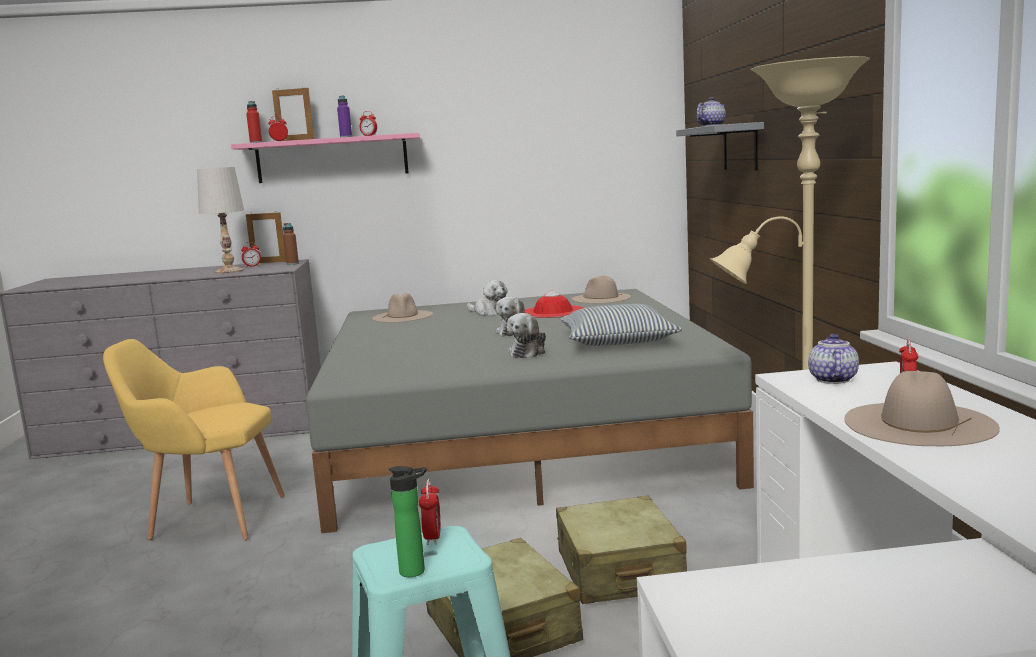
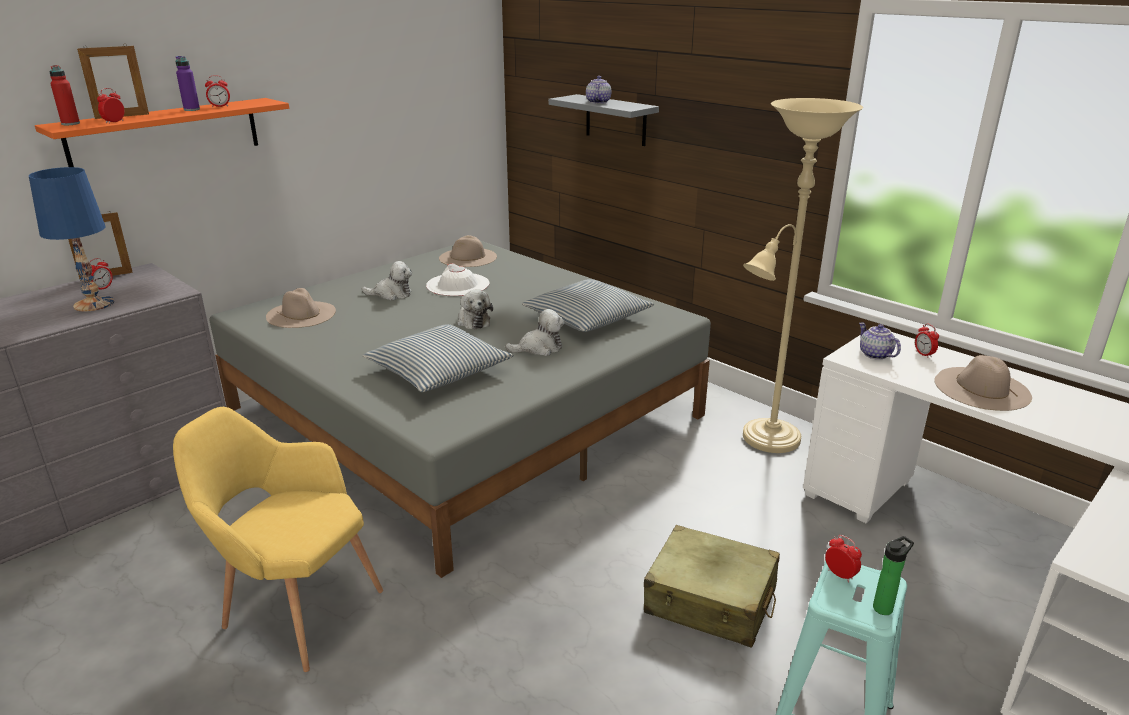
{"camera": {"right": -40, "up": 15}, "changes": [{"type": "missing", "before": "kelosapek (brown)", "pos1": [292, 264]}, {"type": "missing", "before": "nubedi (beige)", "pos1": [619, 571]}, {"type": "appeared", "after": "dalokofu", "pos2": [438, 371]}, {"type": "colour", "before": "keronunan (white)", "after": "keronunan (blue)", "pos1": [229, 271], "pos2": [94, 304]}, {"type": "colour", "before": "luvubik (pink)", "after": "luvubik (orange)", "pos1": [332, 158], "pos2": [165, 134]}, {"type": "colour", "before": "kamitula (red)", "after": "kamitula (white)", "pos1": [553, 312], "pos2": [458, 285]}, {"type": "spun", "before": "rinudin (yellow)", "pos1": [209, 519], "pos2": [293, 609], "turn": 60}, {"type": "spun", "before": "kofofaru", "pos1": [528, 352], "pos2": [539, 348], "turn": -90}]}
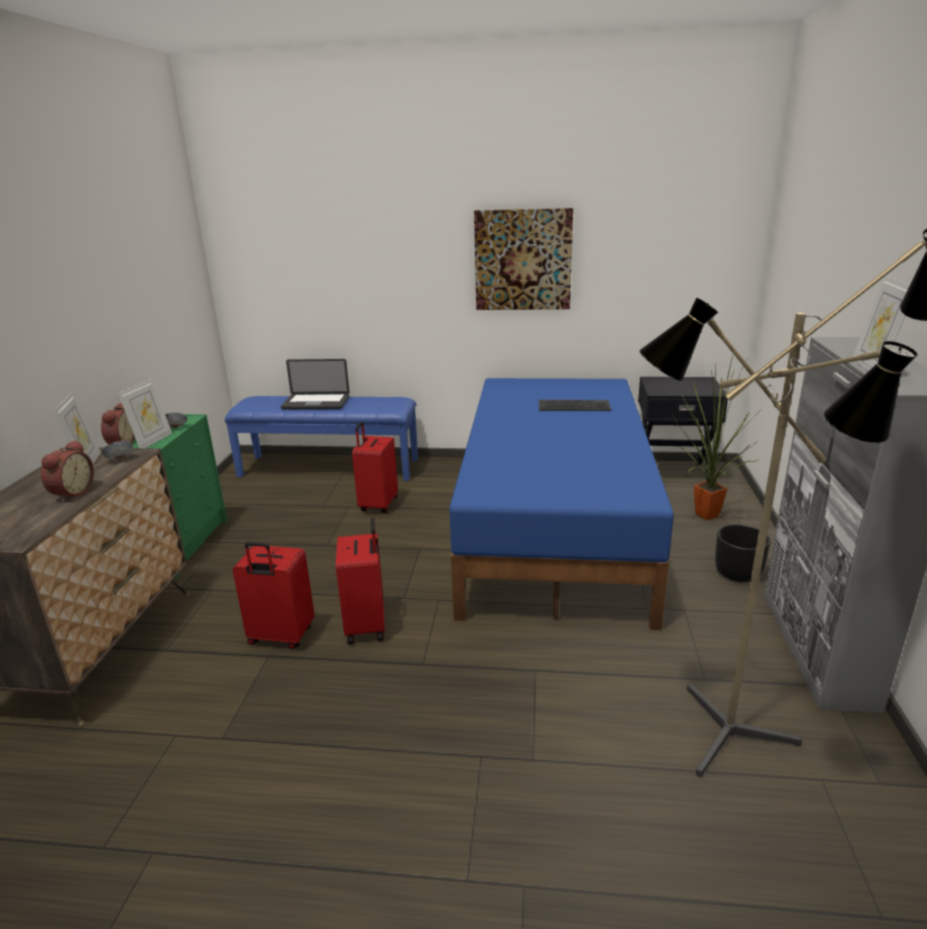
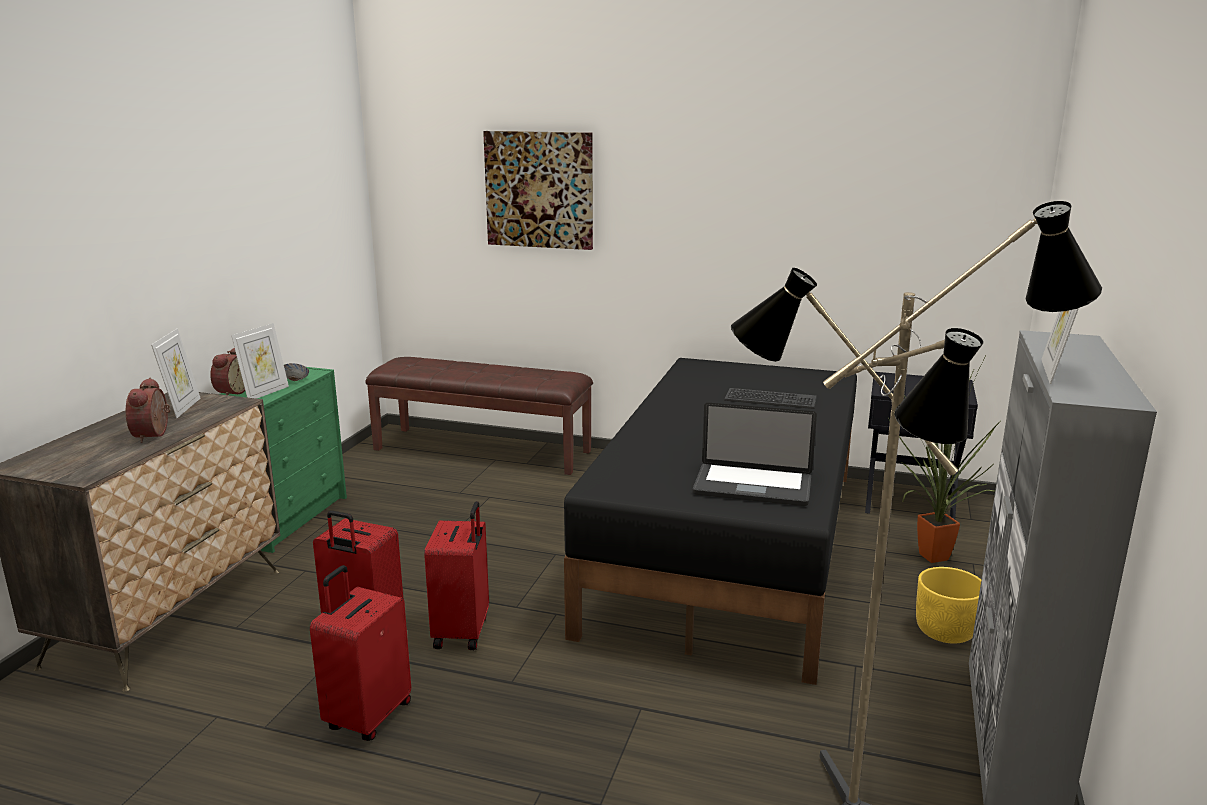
{"camera": {"right": 10, "up": -5}, "changes": [{"type": "missing", "before": "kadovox", "pos1": [120, 459]}, {"type": "relocated", "before": "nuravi", "pos1": [316, 403], "pos2": [752, 487]}, {"type": "relocated", "before": "nubedi (red)", "pos1": [377, 505], "pos2": [367, 716]}, {"type": "relocated", "before": "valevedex", "pos1": [523, 260], "pos2": [539, 189]}, {"type": "colour", "before": "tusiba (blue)", "after": "tusiba (brown)", "pos1": [329, 467], "pos2": [483, 450]}, {"type": "colour", "before": "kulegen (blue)", "after": "kulegen (black)", "pos1": [555, 524], "pos2": [731, 545]}, {"type": "colour", "before": "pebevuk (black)", "after": "pebevuk (yellow)", "pos1": [737, 573], "pos2": [945, 631]}, {"type": "spun", "before": "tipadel", "pos1": [71, 493], "pos2": [154, 435], "turn": 150}]}
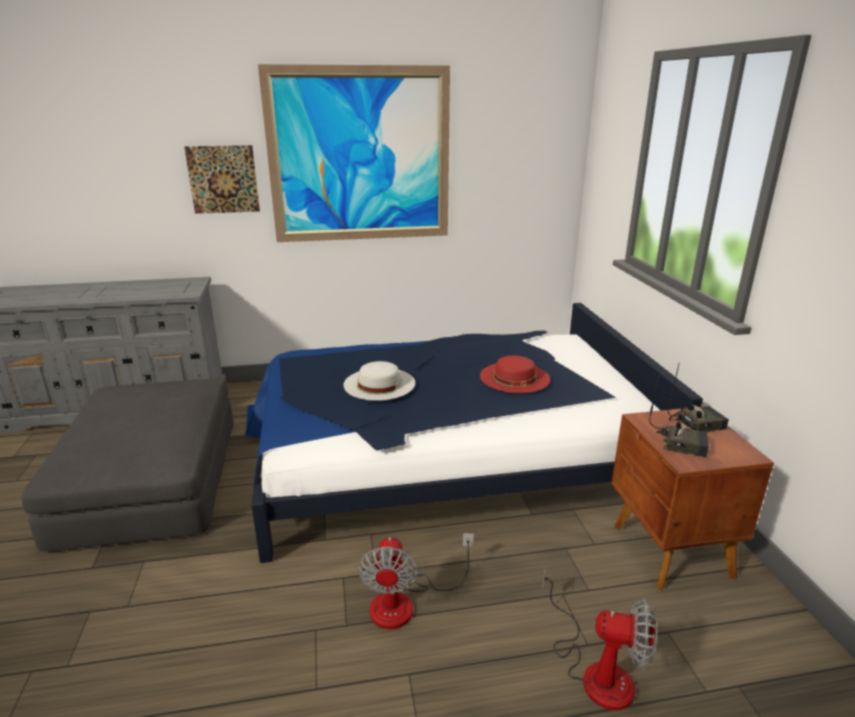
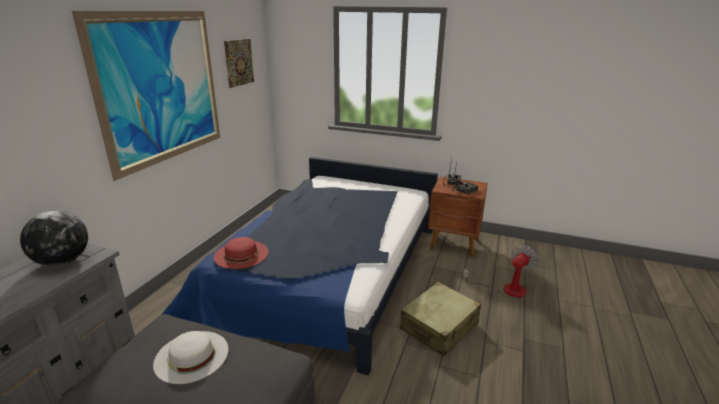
{"camera": {"right": -60, "up": 0}, "changes": [{"type": "appeared", "after": "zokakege", "pos2": [62, 261]}, {"type": "relocated", "before": "valevedex", "pos1": [223, 179], "pos2": [239, 62]}, {"type": "relocated", "before": "kamitula (white)", "pos1": [379, 383], "pos2": [191, 356]}, {"type": "relocated", "before": "kamitula (red)", "pos1": [514, 377], "pos2": [241, 254]}, {"type": "exchanged", "before": "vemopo", "after": "nubedi (beige)", "pos1": [405, 603], "pos2": [439, 327]}]}
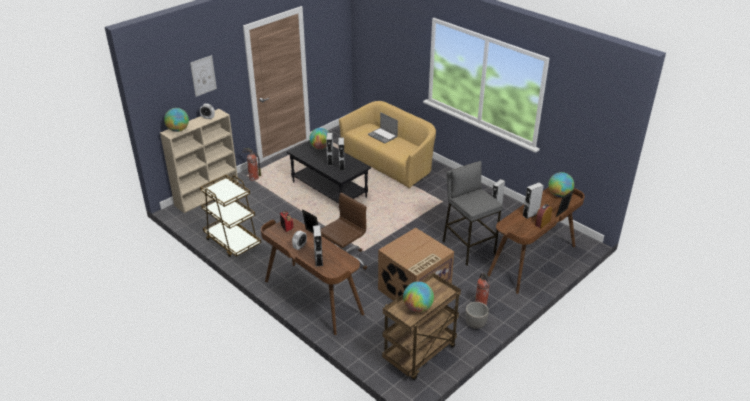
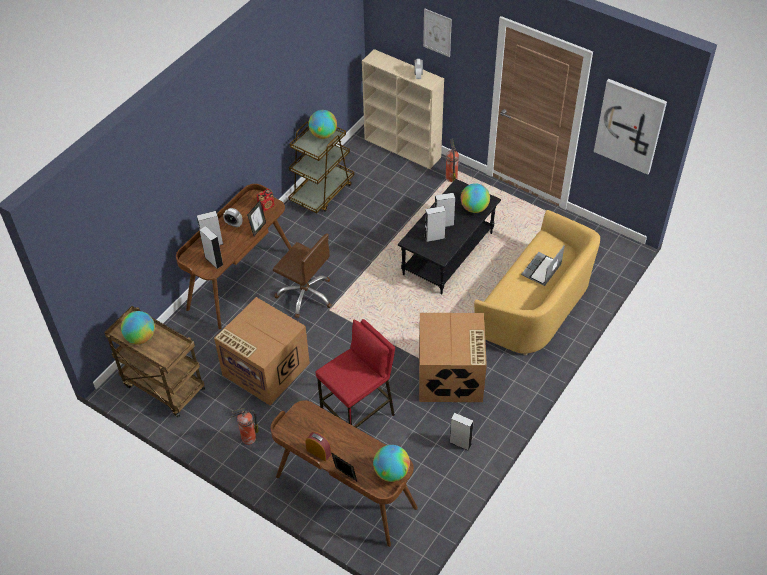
{"camera": {"right": 80, "up": 15}, "changes": [{"type": "missing", "before": "pebevuk", "pos1": [475, 325]}, {"type": "appeared", "after": "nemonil", "pos2": [451, 376]}, {"type": "appeared", "after": "valevedex", "pos2": [629, 126]}, {"type": "relocated", "before": "zokakege", "pos1": [178, 130], "pos2": [323, 134]}, {"type": "relocated", "before": "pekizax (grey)", "pos1": [530, 214], "pos2": [214, 261]}, {"type": "colour", "before": "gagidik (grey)", "after": "gagidik (red)", "pos1": [468, 247], "pos2": [359, 417]}]}
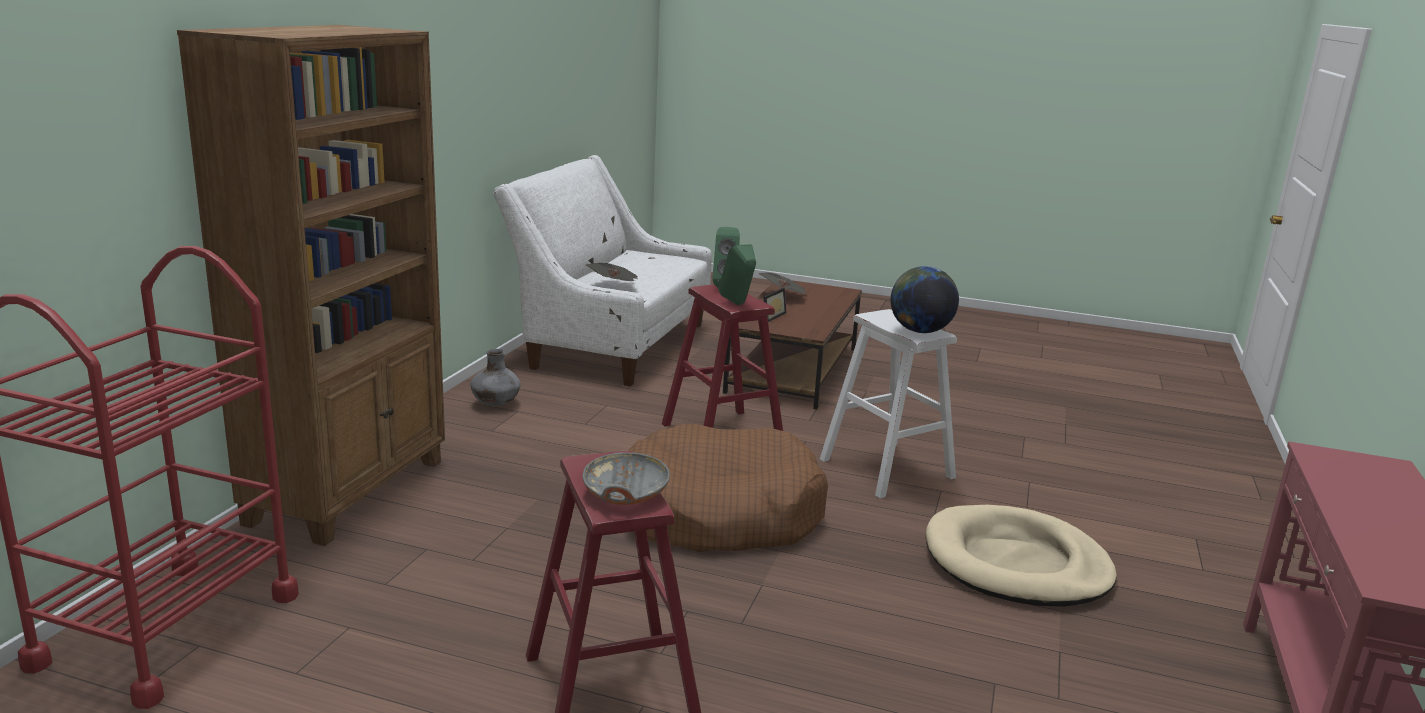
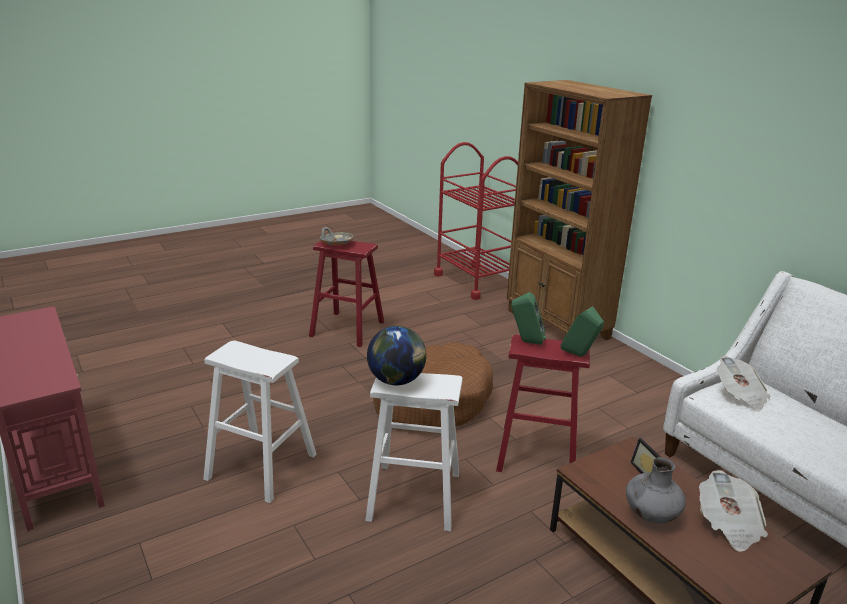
{"camera": {"right": 130, "up": 5}, "changes": [{"type": "relocated", "before": "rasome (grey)", "pos1": [496, 404], "pos2": [650, 514]}, {"type": "exchanged", "before": "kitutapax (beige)", "after": "gagidik (white)", "pos1": [1016, 563], "pos2": [261, 466]}]}
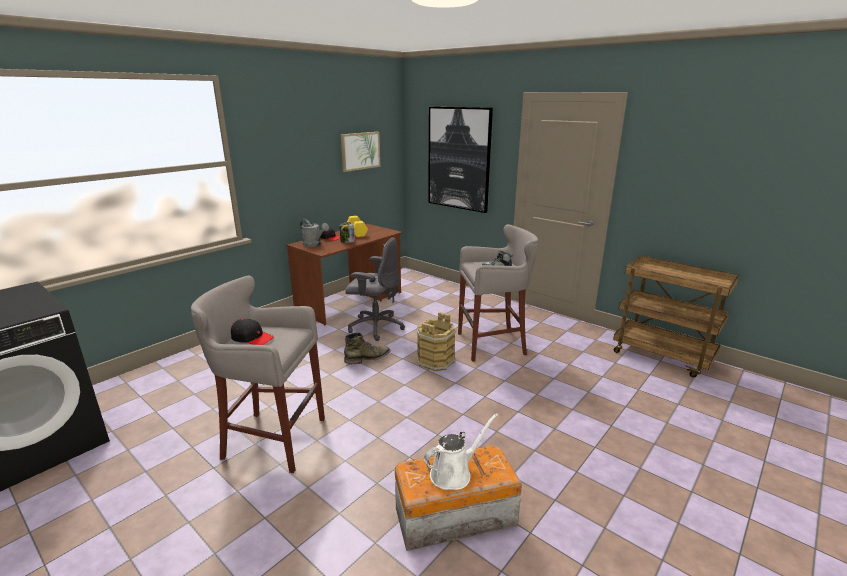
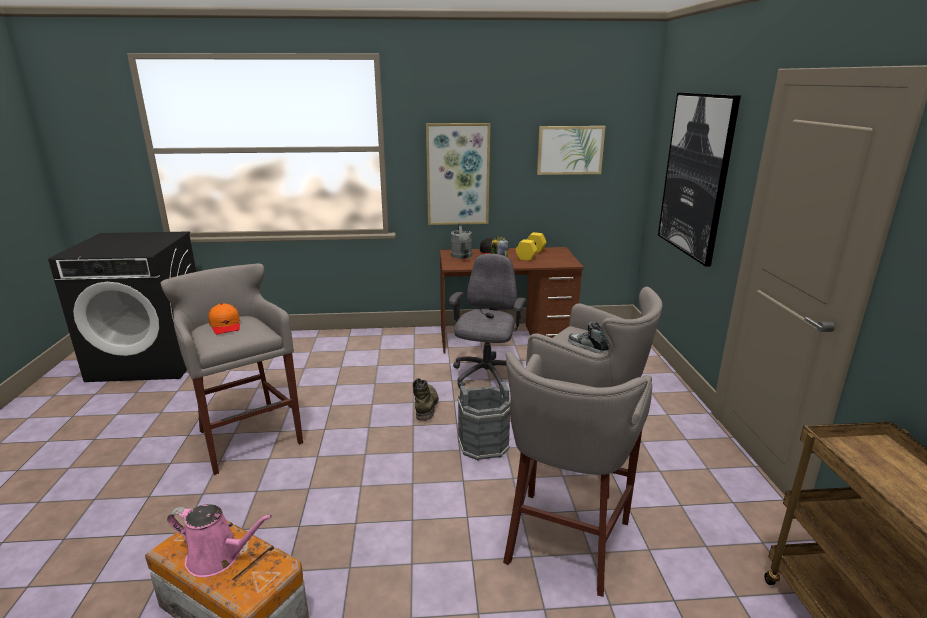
{"camera": {"right": 45, "up": 0}, "changes": [{"type": "appeared", "after": "valevedex", "pos2": [458, 174]}, {"type": "appeared", "after": "gagidik (grey)", "pos2": [564, 543]}, {"type": "colour", "before": "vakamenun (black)", "after": "vakamenun (orange)", "pos1": [252, 338], "pos2": [225, 325]}, {"type": "colour", "before": "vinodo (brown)", "after": "vinodo (grey)", "pos1": [436, 361], "pos2": [483, 445]}, {"type": "colour", "before": "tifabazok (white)", "after": "tifabazok (pink)", "pos1": [454, 473], "pos2": [218, 557]}, {"type": "spun", "before": "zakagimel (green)", "pos1": [368, 358], "pos2": [426, 405], "turn": -105}, {"type": "spun", "before": "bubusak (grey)", "pos1": [375, 327], "pos2": [486, 376], "turn": -135}]}
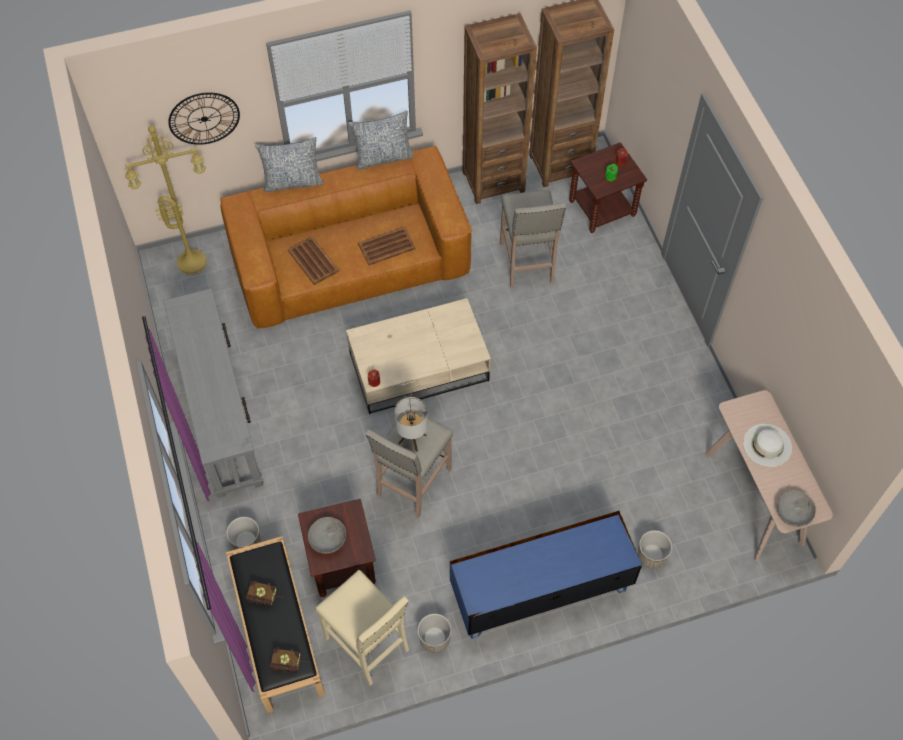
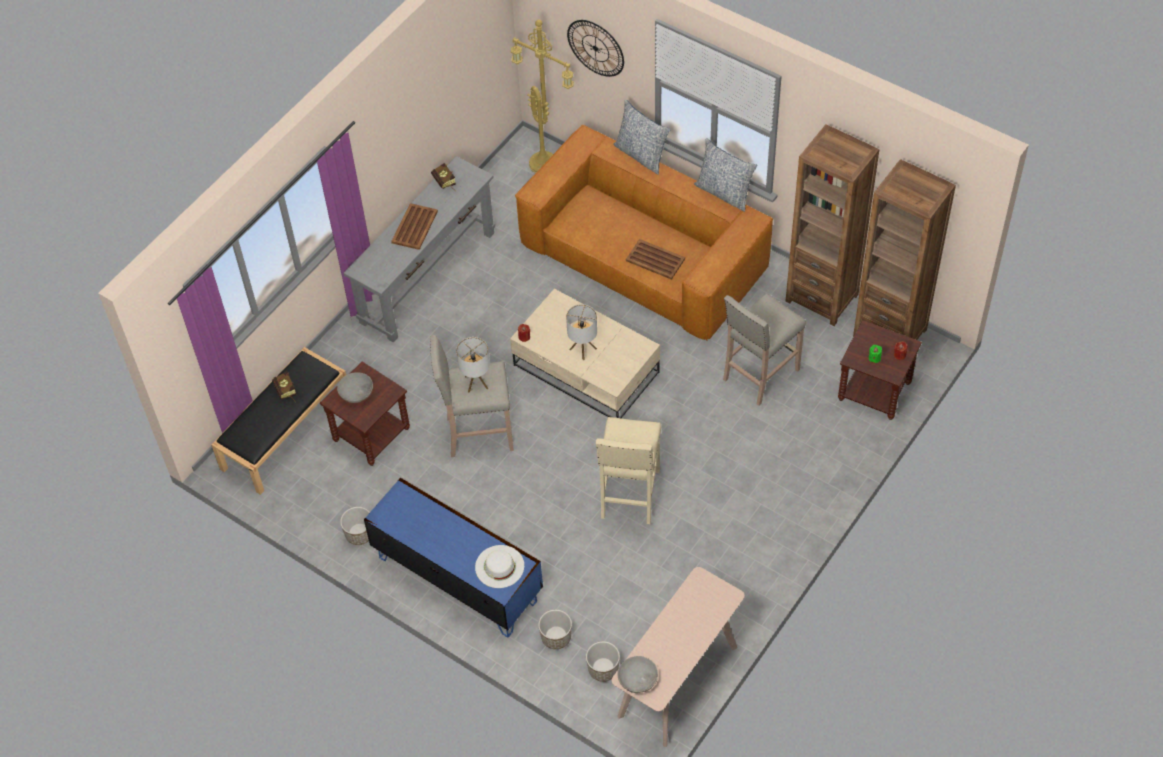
{"camera": {"right": 55, "up": -5}, "changes": [{"type": "appeared", "after": "keronunan", "pos2": [582, 349]}, {"type": "relocated", "before": "pebevuk", "pos1": [246, 542], "pos2": [603, 669]}, {"type": "relocated", "before": "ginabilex", "pos1": [289, 664], "pos2": [445, 183]}, {"type": "relocated", "before": "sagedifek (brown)", "pos1": [313, 260], "pos2": [415, 226]}, {"type": "relocated", "before": "gagidik (beige)", "pos1": [368, 645], "pos2": [629, 495]}, {"type": "relocated", "before": "kamitula (white)", "pos1": [767, 445], "pos2": [499, 566]}]}
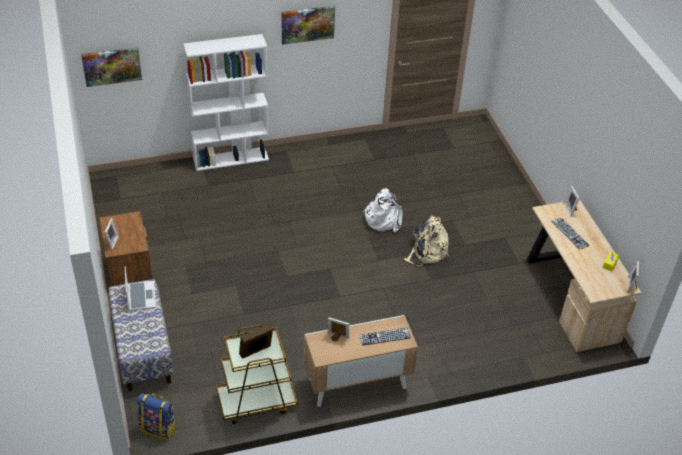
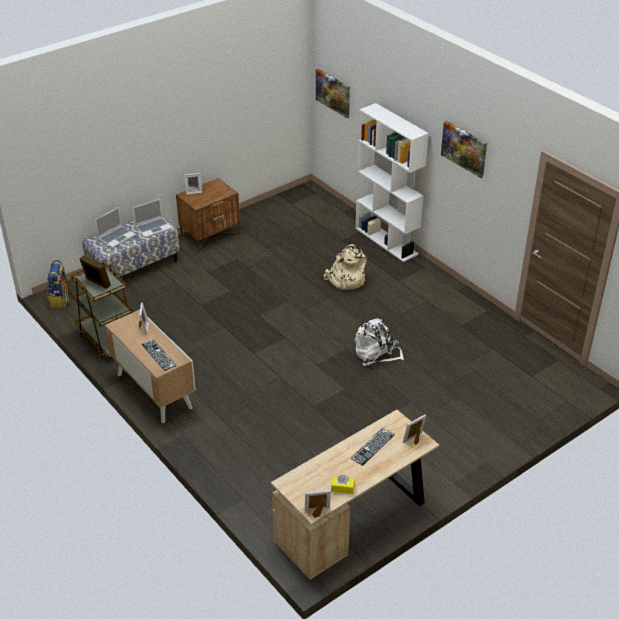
{"camera": {"right": 70, "up": -5}, "changes": [{"type": "appeared", "after": "nuravi", "pos2": [116, 237]}, {"type": "relocated", "before": "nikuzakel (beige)", "pos1": [426, 252], "pos2": [345, 280]}]}
